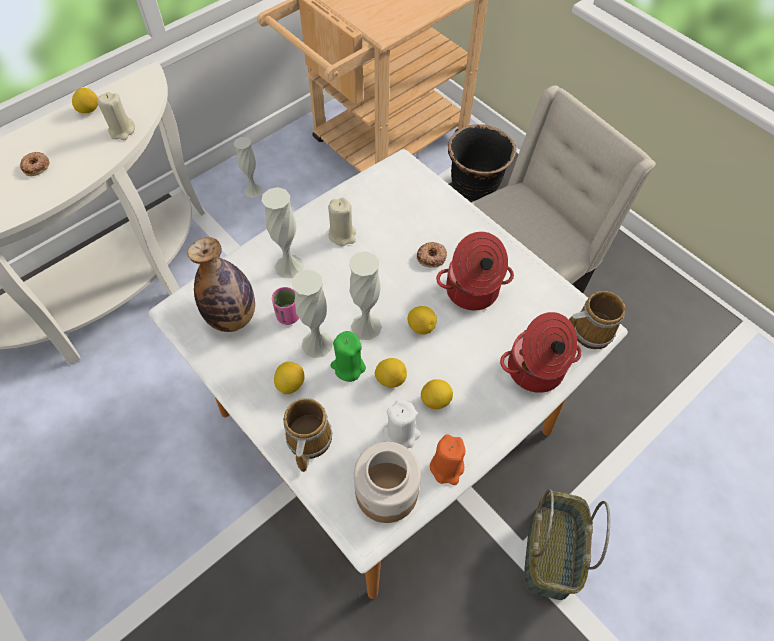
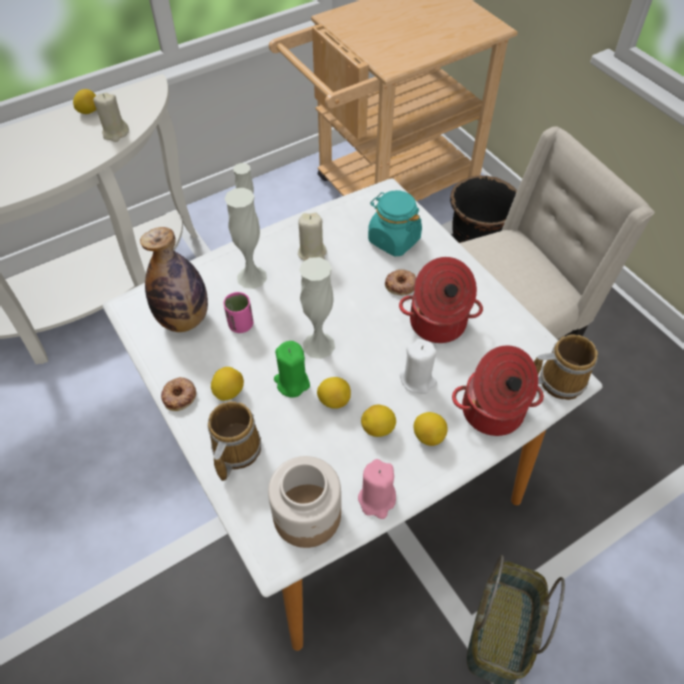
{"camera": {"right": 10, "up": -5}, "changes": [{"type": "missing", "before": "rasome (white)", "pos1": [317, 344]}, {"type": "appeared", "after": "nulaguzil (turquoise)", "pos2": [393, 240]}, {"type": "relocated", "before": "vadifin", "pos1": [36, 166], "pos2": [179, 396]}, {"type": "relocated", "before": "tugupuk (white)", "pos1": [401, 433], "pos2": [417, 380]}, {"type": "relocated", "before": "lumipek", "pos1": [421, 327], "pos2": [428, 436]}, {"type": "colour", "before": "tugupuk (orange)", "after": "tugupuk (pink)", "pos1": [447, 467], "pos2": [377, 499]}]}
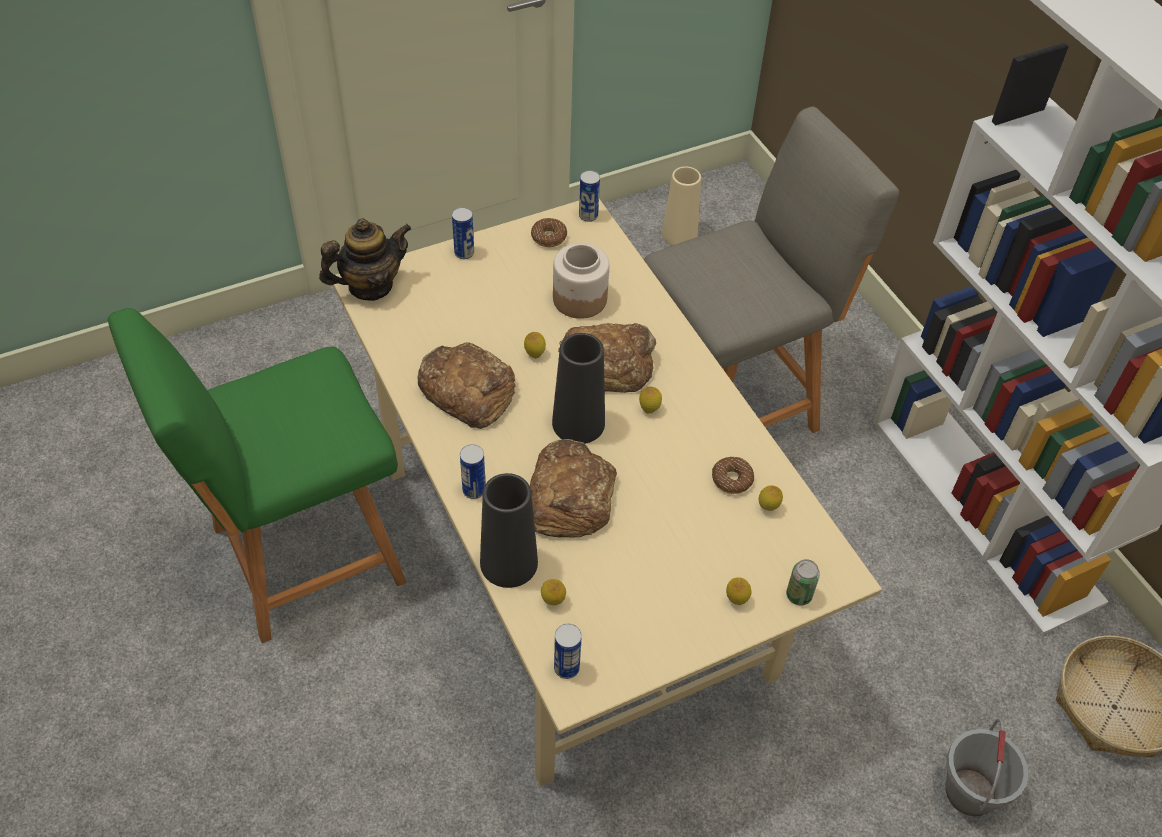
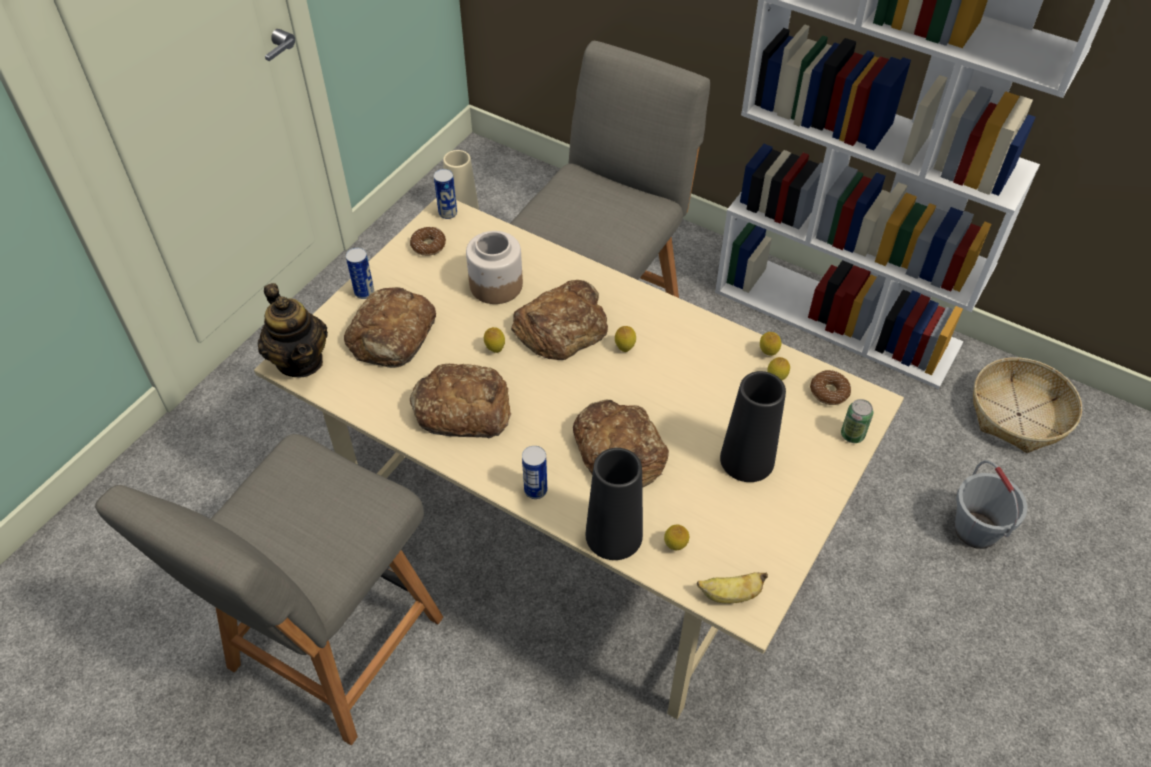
{"camera": {"right": -30, "up": 0}, "changes": [{"type": "appeared", "after": "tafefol", "pos2": [392, 335]}, {"type": "relocated", "before": "rasome (black)", "pos1": [578, 423], "pos2": [747, 459]}, {"type": "relocated", "before": "vadifin", "pos1": [732, 479], "pos2": [829, 392]}, {"type": "relocated", "before": "lumipek", "pos1": [736, 600], "pos2": [768, 353]}, {"type": "exchanged", "before": "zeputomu", "after": "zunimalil", "pos1": [566, 668], "pos2": [730, 595]}, {"type": "colour", "before": "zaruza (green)", "after": "zaruza (grey)", "pos1": [300, 557], "pos2": [331, 649]}, {"type": "spun", "before": "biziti", "pos1": [370, 286], "pos2": [300, 360], "turn": 120}]}
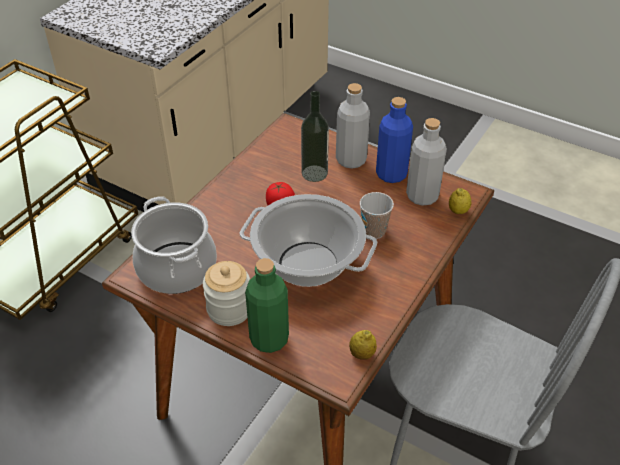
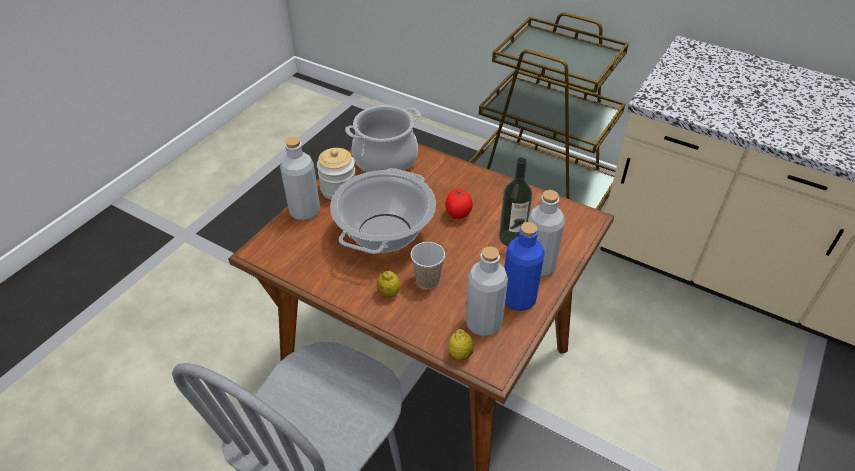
{"camera": {"right": 90, "up": 0}, "changes": [{"type": "relocated", "before": "lumipek", "pos1": [362, 354], "pos2": [388, 293]}, {"type": "colour", "before": "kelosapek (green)", "after": "kelosapek (grey)", "pos1": [269, 339], "pos2": [305, 211]}]}
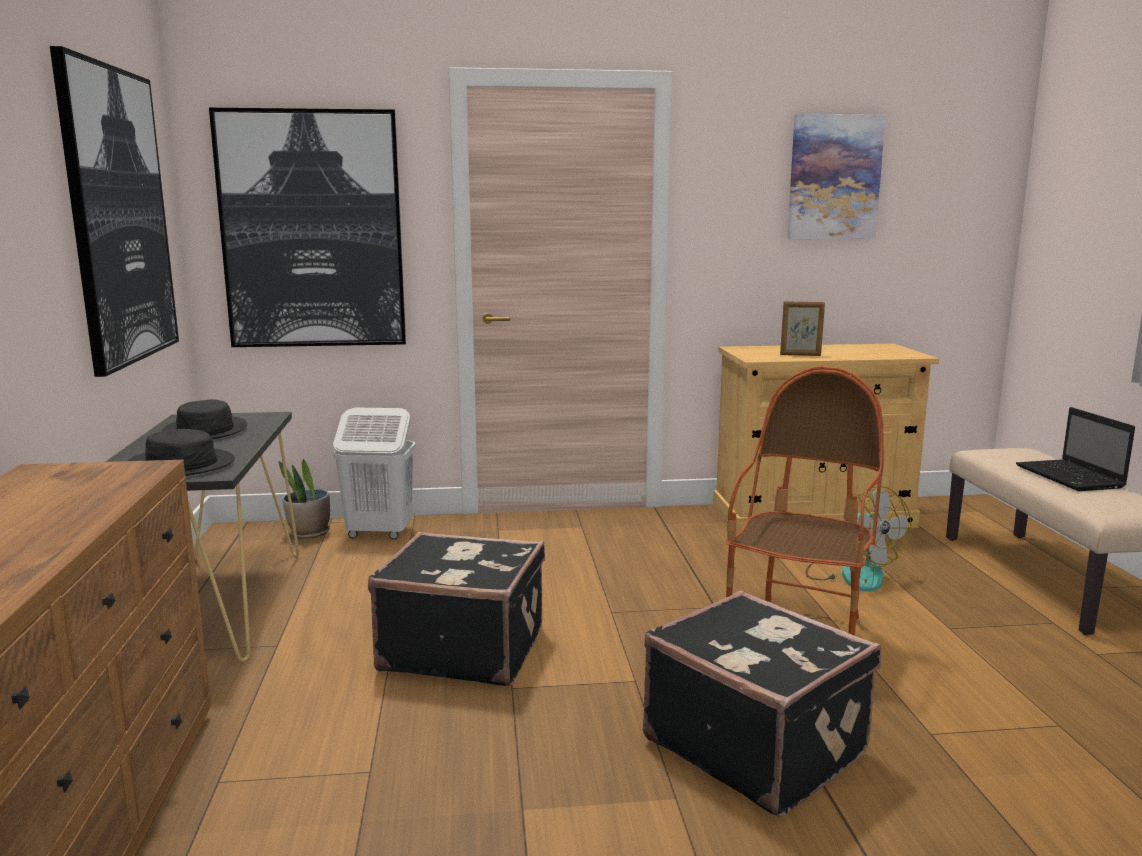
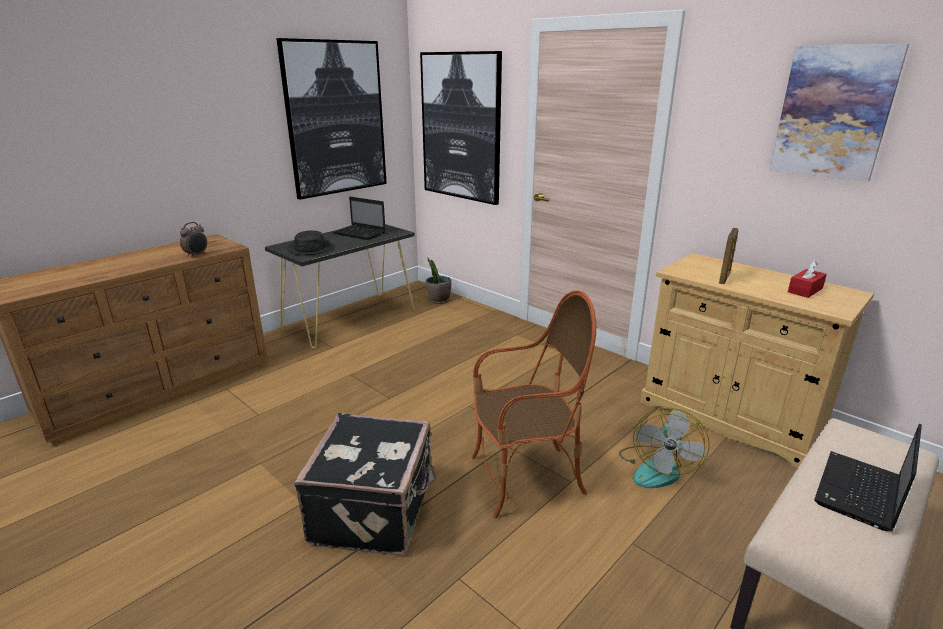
{"camera": {"right": 50, "up": 10}, "changes": [{"type": "missing", "before": "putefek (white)", "pos1": [378, 533]}, {"type": "missing", "before": "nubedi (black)", "pos1": [463, 649]}, {"type": "appeared", "after": "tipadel", "pos2": [197, 255]}, {"type": "appeared", "after": "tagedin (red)", "pos2": [805, 290]}, {"type": "exchanged", "before": "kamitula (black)", "after": "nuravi", "pos1": [206, 430], "pos2": [360, 233]}, {"type": "spun", "before": "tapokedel", "pos1": [800, 355], "pos2": [724, 278], "turn": -120}]}
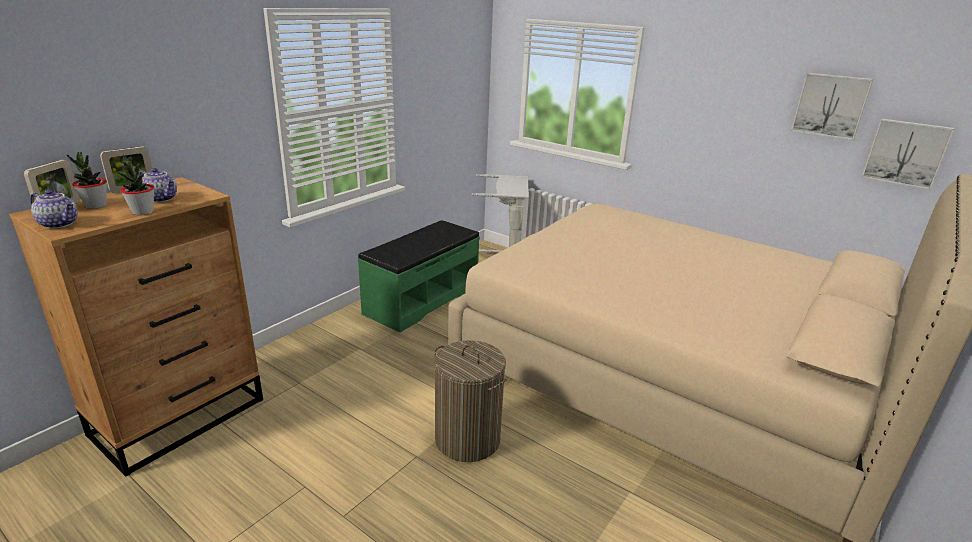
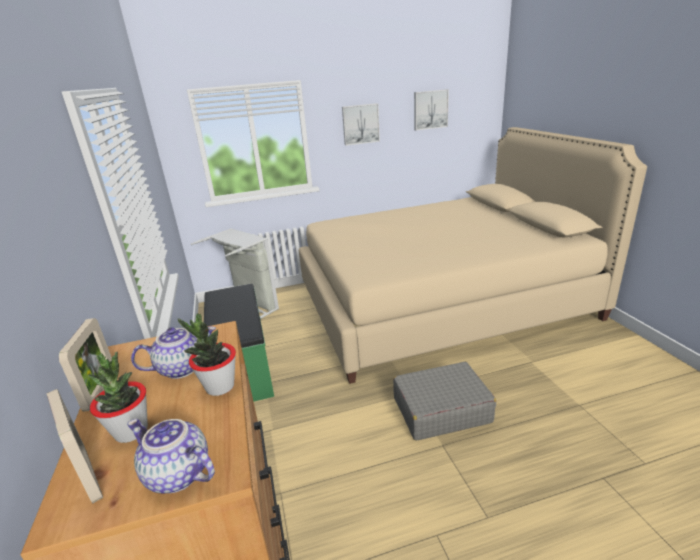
{"camera": {"right": -50, "up": 0}, "changes": [{"type": "relocated", "before": "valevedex", "pos1": [905, 153], "pos2": [360, 124]}, {"type": "exchanged", "before": "putefek", "after": "nubedi (grey)", "pos1": [467, 439], "pos2": [441, 410]}, {"type": "spun", "before": "biziti", "pos1": [60, 224], "pos2": [176, 475], "turn": -120}]}
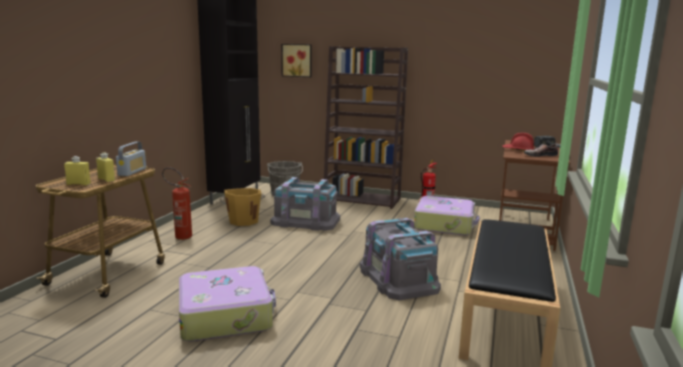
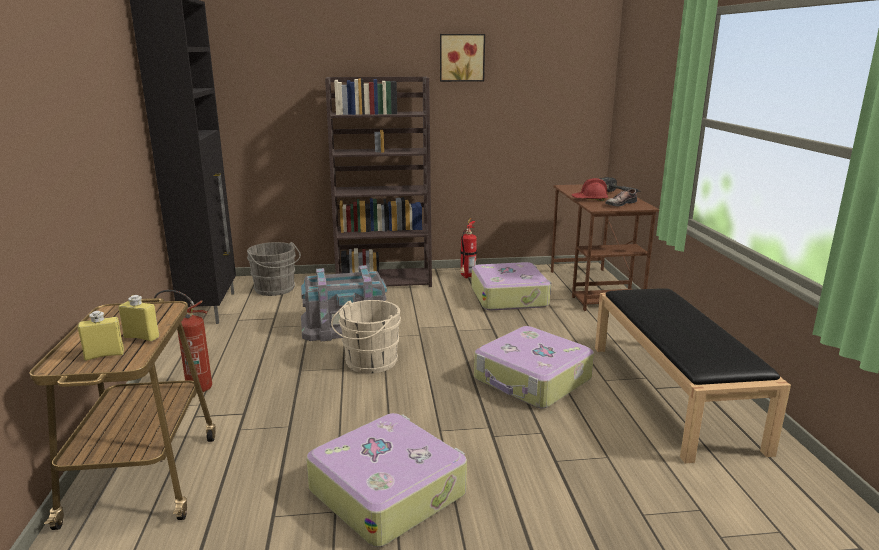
{"camera": {"right": -25, "up": 5}, "changes": [{"type": "missing", "before": "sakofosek", "pos1": [132, 172]}, {"type": "missing", "before": "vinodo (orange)", "pos1": [243, 221]}, {"type": "appeared", "after": "vinodo (beige)", "pos2": [369, 363]}, {"type": "relocated", "before": "valevedex", "pos1": [297, 60], "pos2": [461, 57]}, {"type": "exchanged", "before": "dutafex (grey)", "after": "nubedi", "pos1": [398, 278], "pos2": [532, 380]}]}
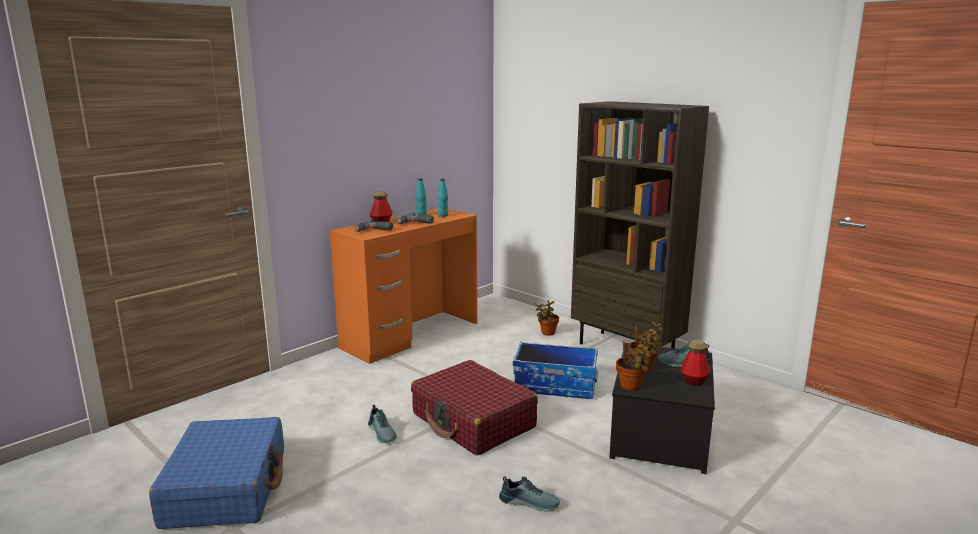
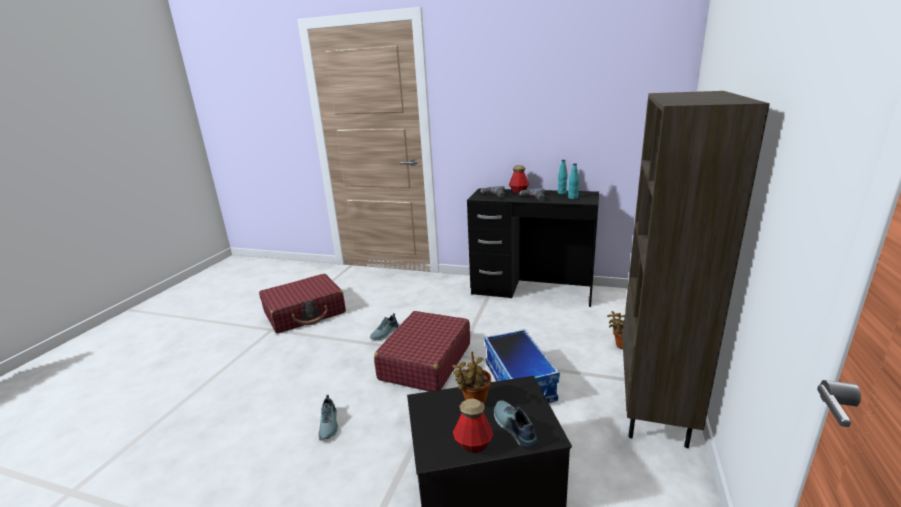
{"camera": {"right": 65, "up": 5}, "changes": [{"type": "missing", "before": "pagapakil", "pos1": [632, 387]}, {"type": "colour", "before": "nubedi (blue)", "after": "nubedi (red)", "pos1": [226, 487], "pos2": [305, 313]}, {"type": "colour", "before": "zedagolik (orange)", "after": "zedagolik (black)", "pos1": [410, 335], "pos2": [532, 290]}]}
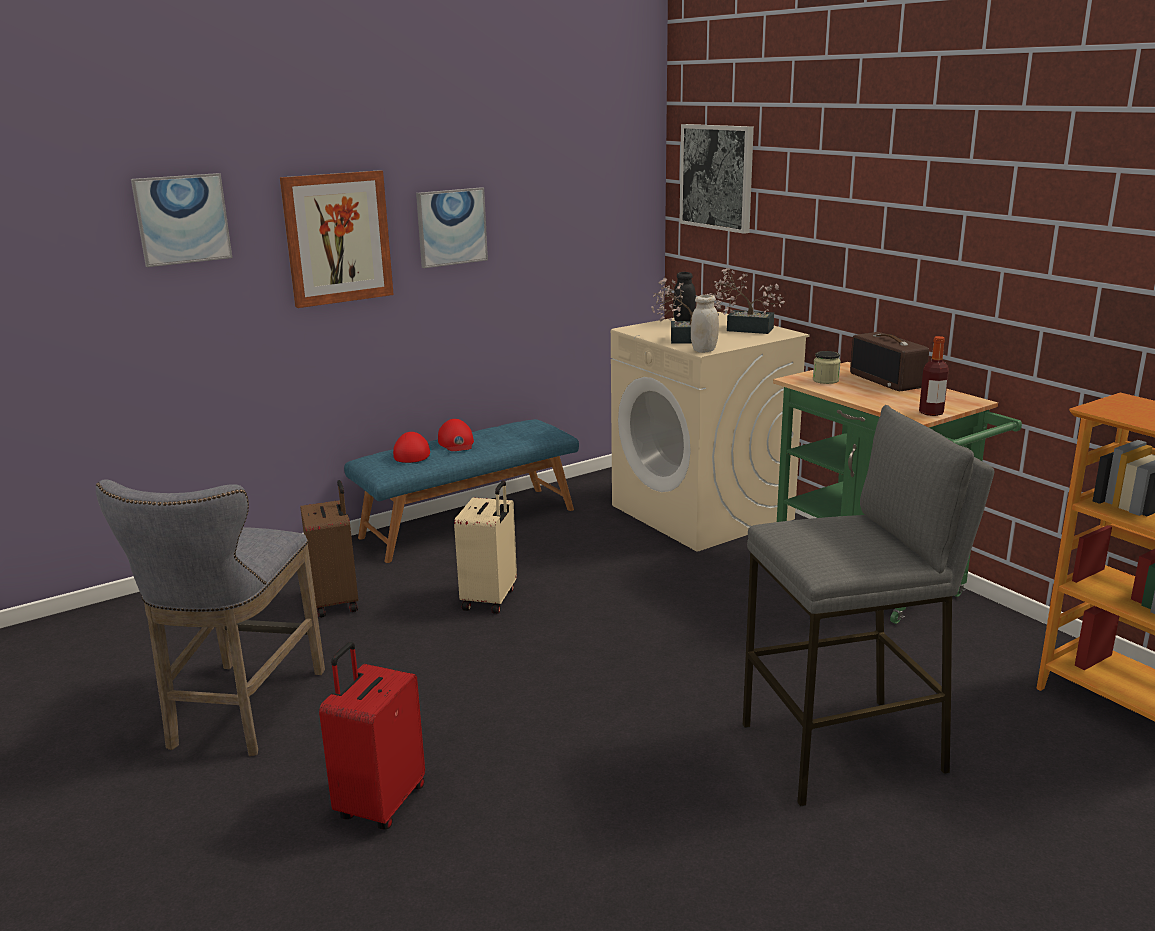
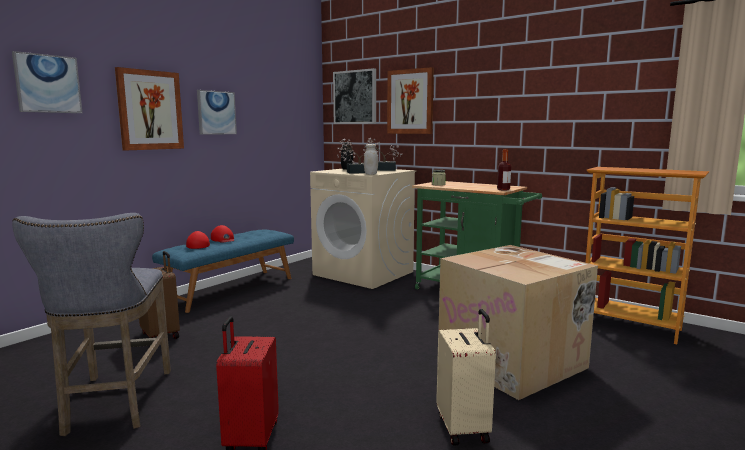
{"camera": {"right": -20, "up": -10}, "changes": [{"type": "missing", "before": "sakofosek", "pos1": [887, 380]}, {"type": "appeared", "after": "valevedex", "pos2": [410, 101]}, {"type": "relocated", "before": "nubedi (beige)", "pos1": [491, 599], "pos2": [464, 428]}, {"type": "exchanged", "before": "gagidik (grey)", "after": "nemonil", "pos1": [844, 749], "pos2": [513, 362]}]}
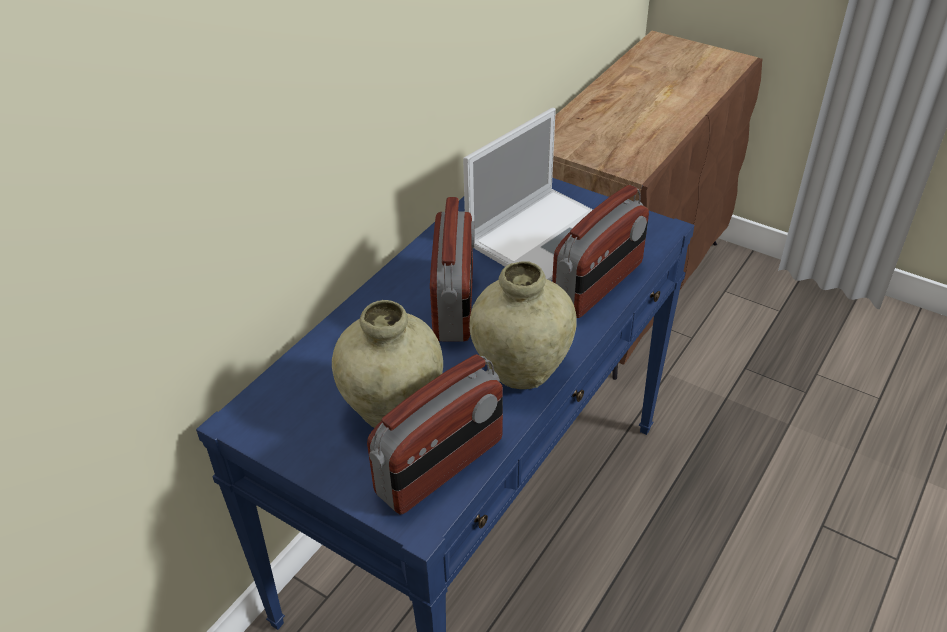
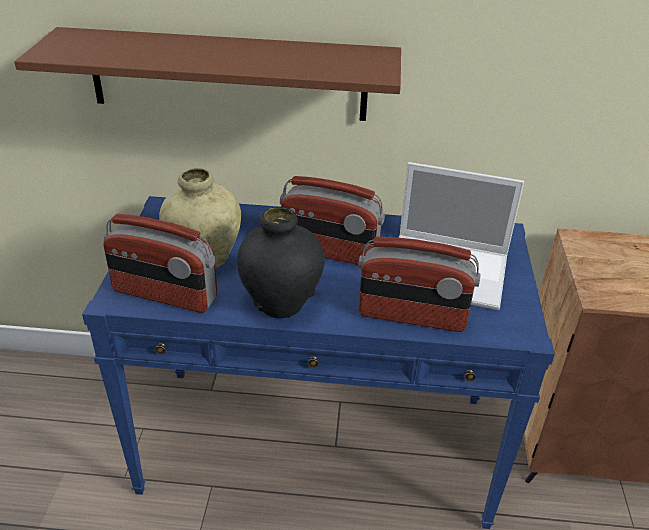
{"camera": {"right": 60, "up": -5}, "changes": [{"type": "appeared", "after": "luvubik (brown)", "pos2": [228, 75]}, {"type": "colour", "before": "rasome (beige)", "after": "rasome (black)", "pos1": [521, 371], "pos2": [281, 303]}, {"type": "spun", "before": "sakofosek", "pos1": [455, 303], "pos2": [329, 252], "turn": 45}]}
